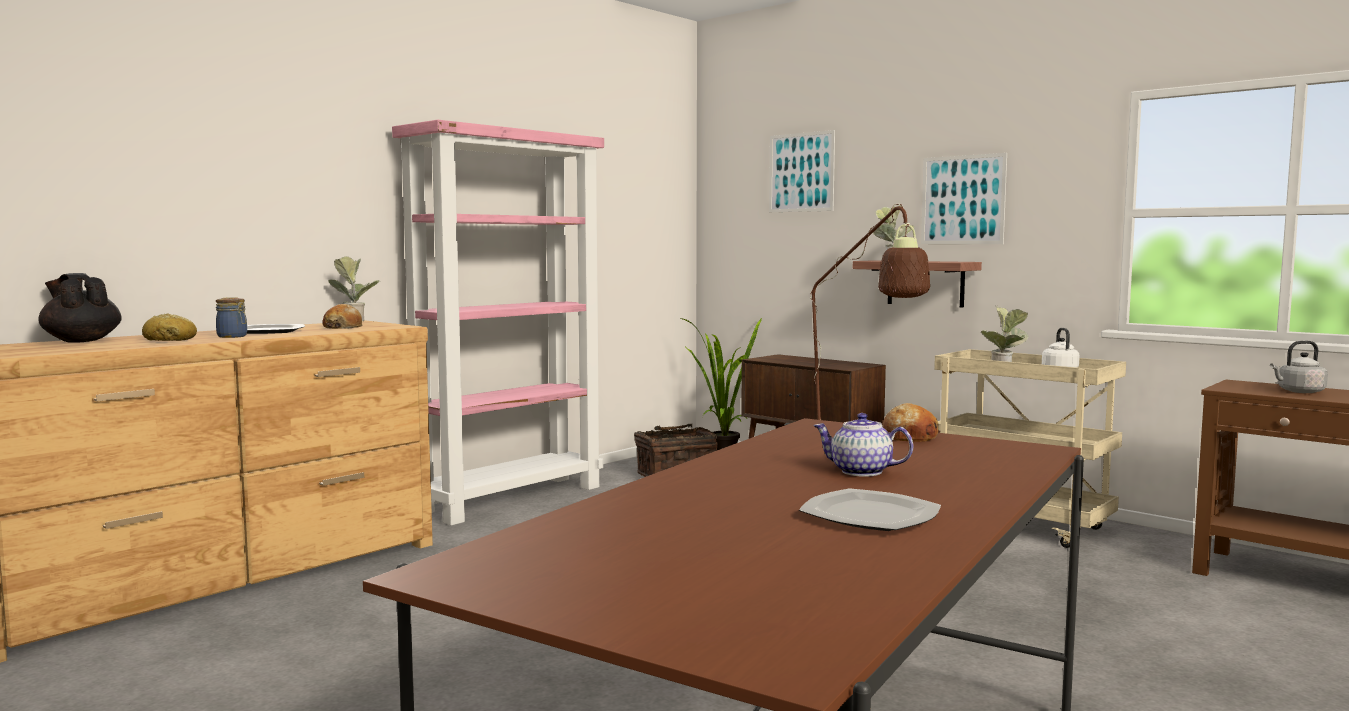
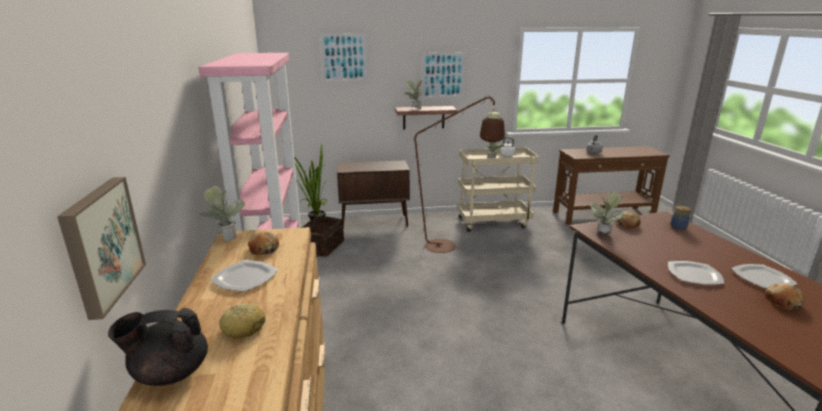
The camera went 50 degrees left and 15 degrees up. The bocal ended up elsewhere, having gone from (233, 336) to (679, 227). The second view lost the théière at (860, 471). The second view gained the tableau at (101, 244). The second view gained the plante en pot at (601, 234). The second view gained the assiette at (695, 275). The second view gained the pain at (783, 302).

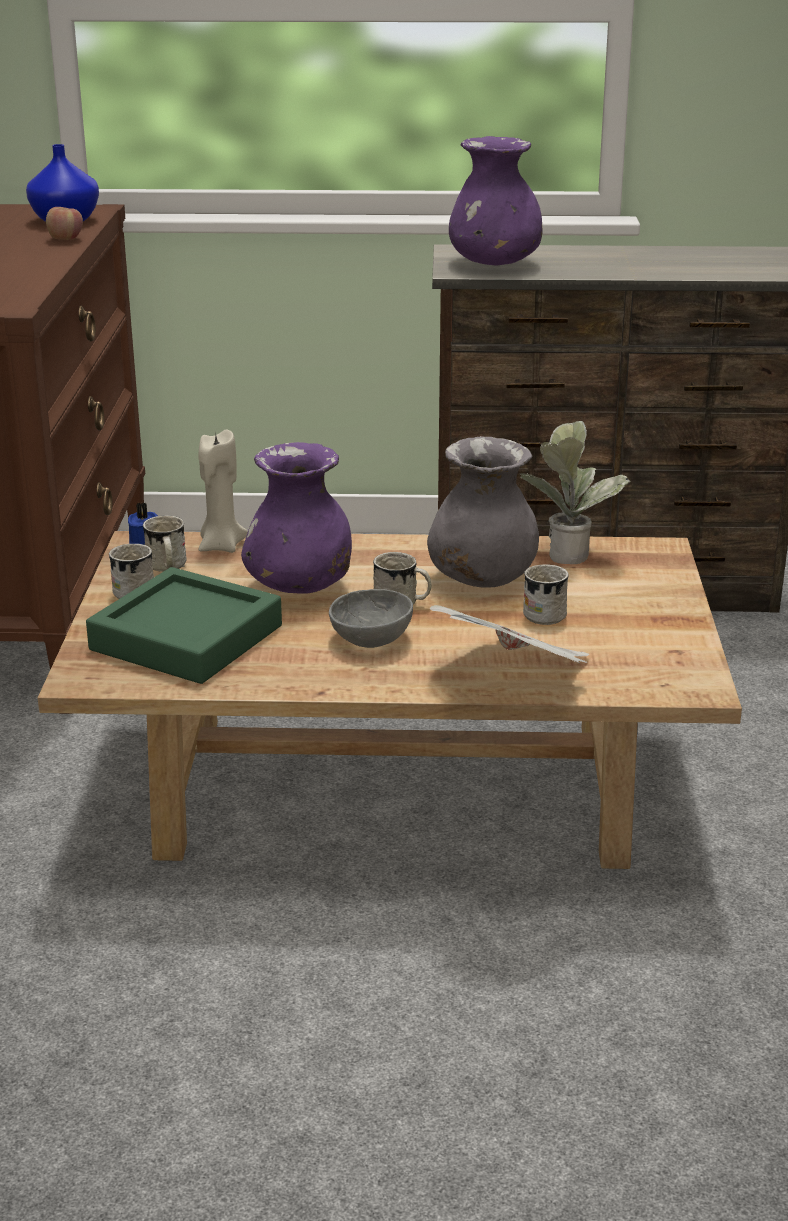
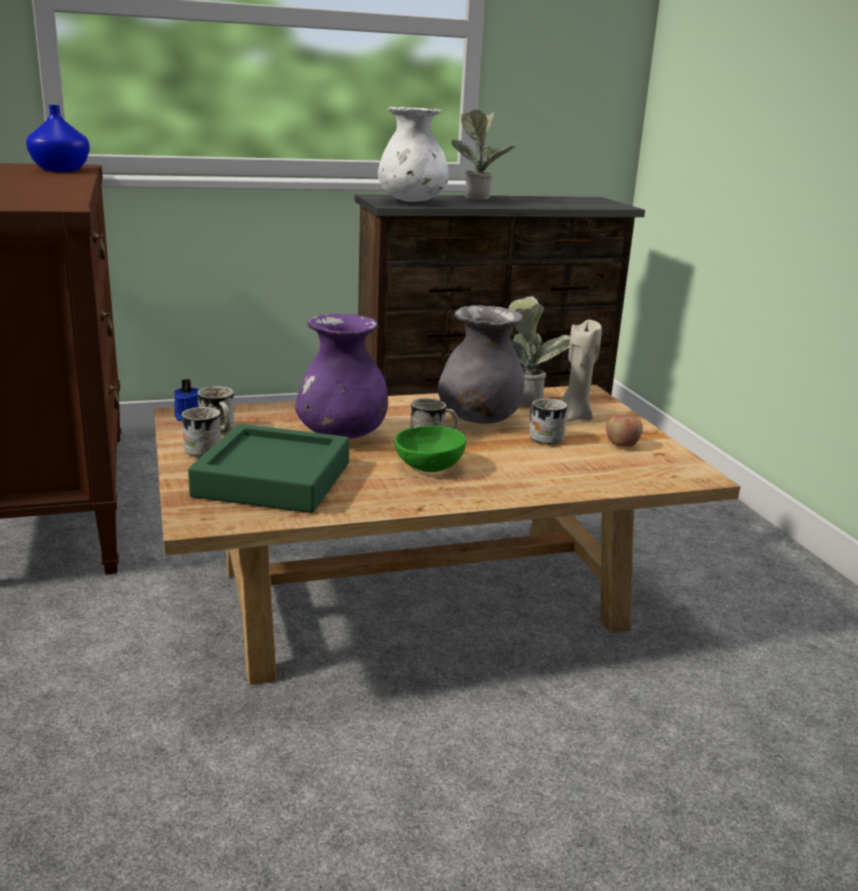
The camera went 20 degrees left and 5 degrees down. What was the vase/violet at (494, 264) turned into the vase/blanc at (412, 202). The pomme ended up elsewhere, having gone from (65, 239) to (622, 445). The bougie/beige ended up elsewhere, having gone from (221, 546) to (574, 416). What was the bol/gris at (369, 639) turned into the bol/vert at (428, 466). The second view lost the journal at (515, 674). The second view gained the plante en pot at (478, 197).

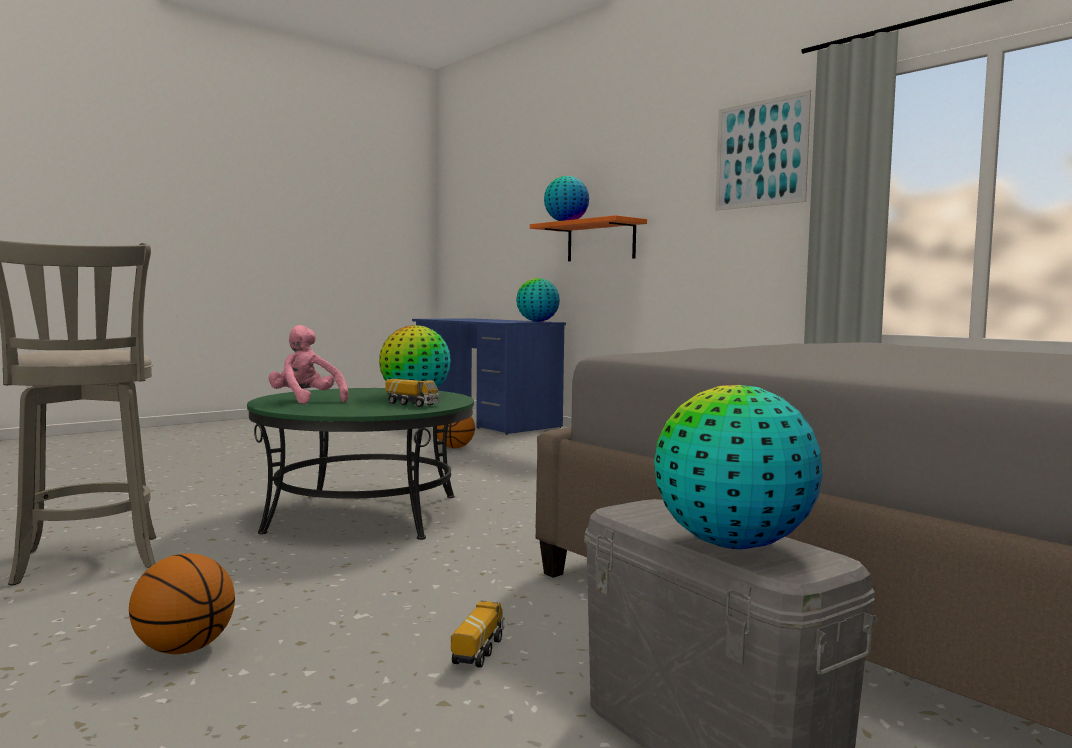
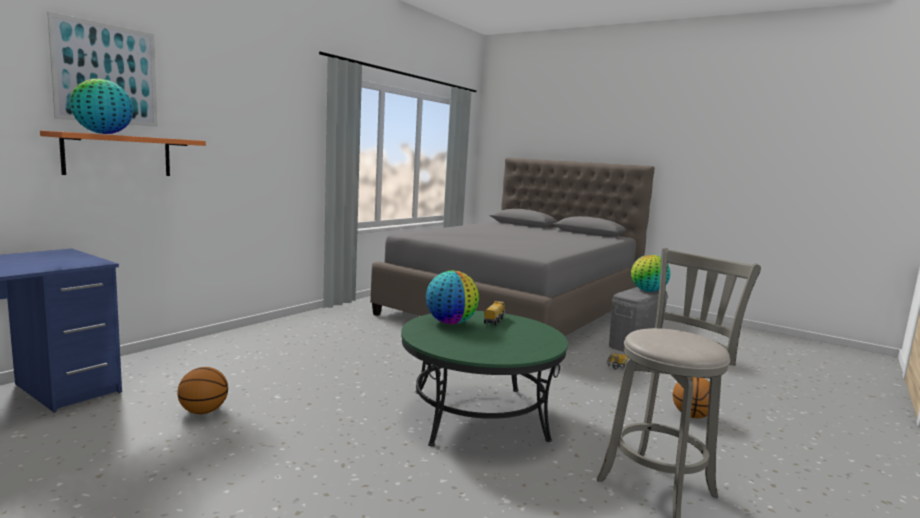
The camera went 105 degrees left and 5 degrees up. The tableau ended up elsewhere, having gone from (761, 153) to (106, 74). The second view lost the globe at (537, 321). The second view lost the peluche/rose at (306, 401).

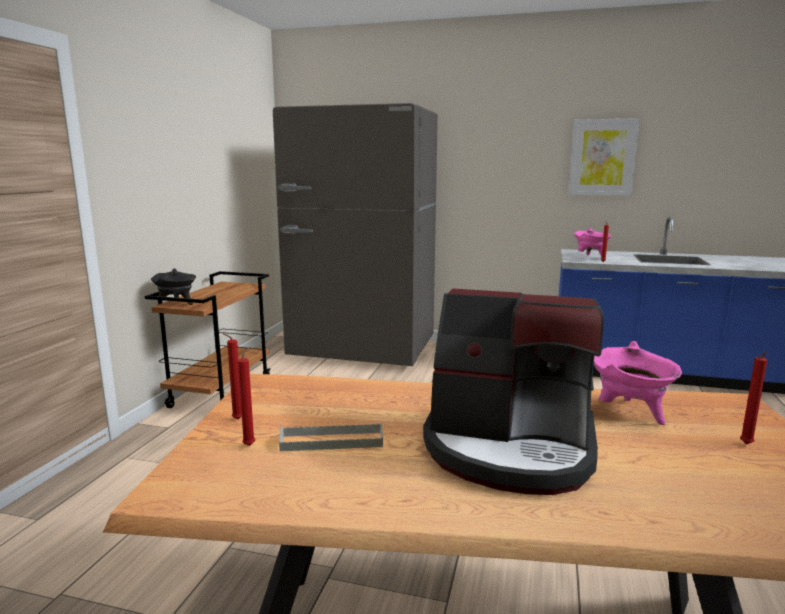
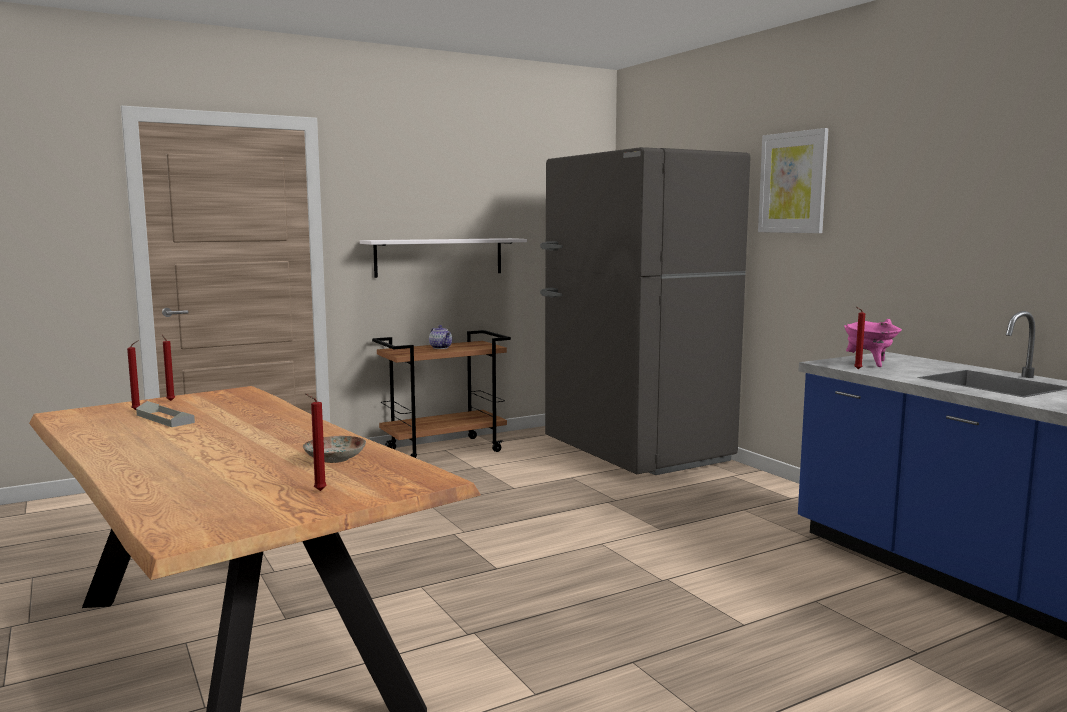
The camera went 45 degrees right and 5 degrees down. The tableau ended up elsewhere, having gone from (602, 157) to (793, 182). The second view lost the marmite/noir at (177, 304). The second view lost the machine à café at (510, 448). Where the marmite/rose stood at (630, 413), the assiette came to stand at (335, 458). The second view gained the étagère/blanc at (439, 257). The second view gained the théière at (441, 347).

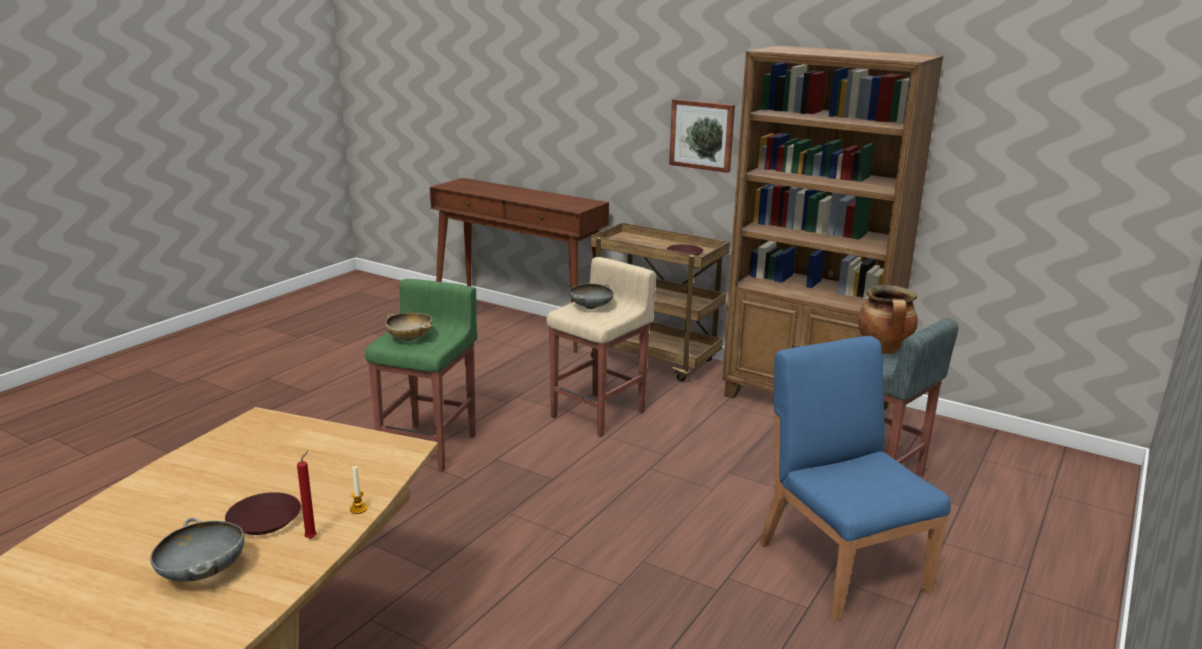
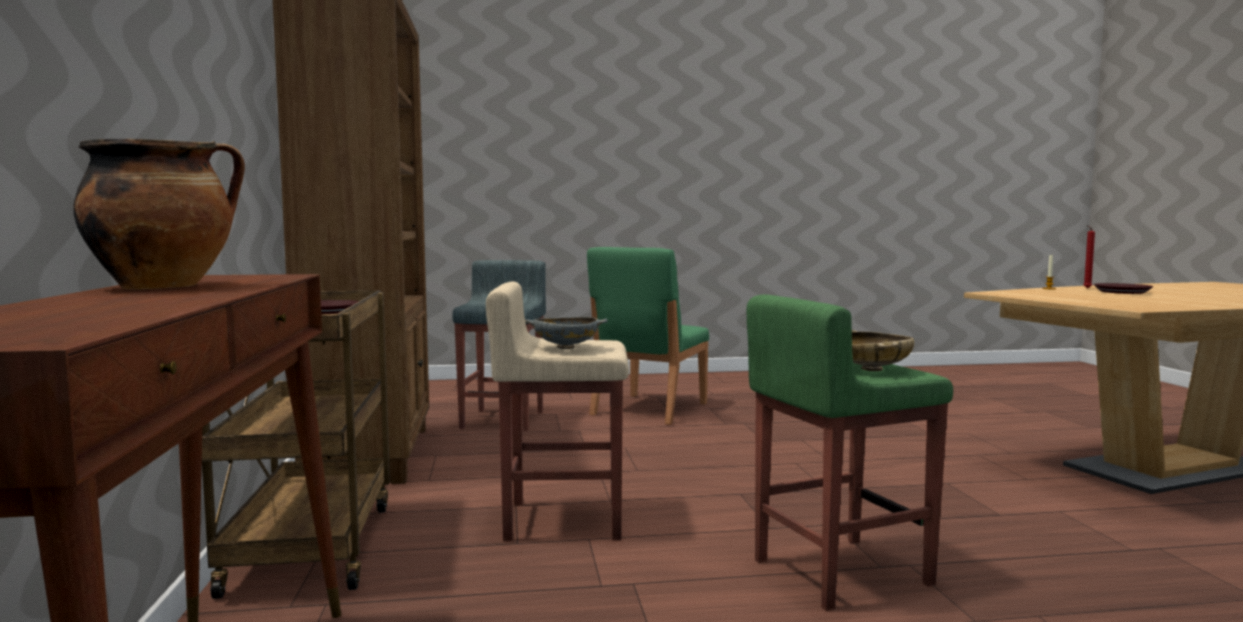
The camera went 130 degrees left and 15 degrees down. The second view lost the tableau at (702, 135). The marmite ended up elsewhere, having gone from (884, 349) to (165, 286). What was the chaise/bleu at (842, 564) turned into the chaise/vert at (648, 409). The second view lost the bol/gris at (202, 573).

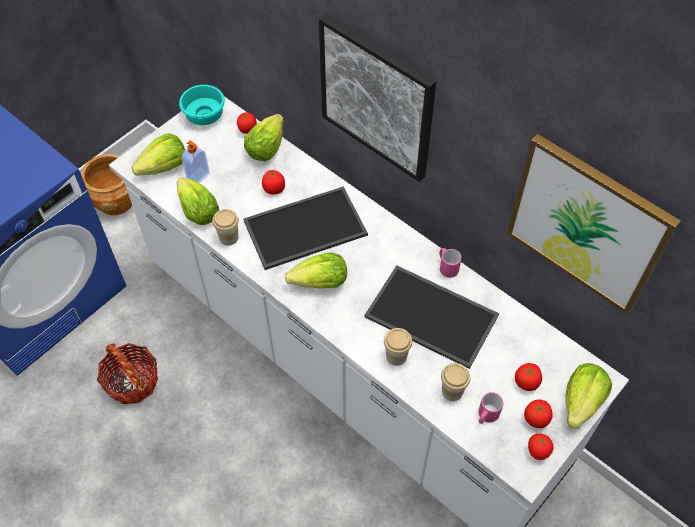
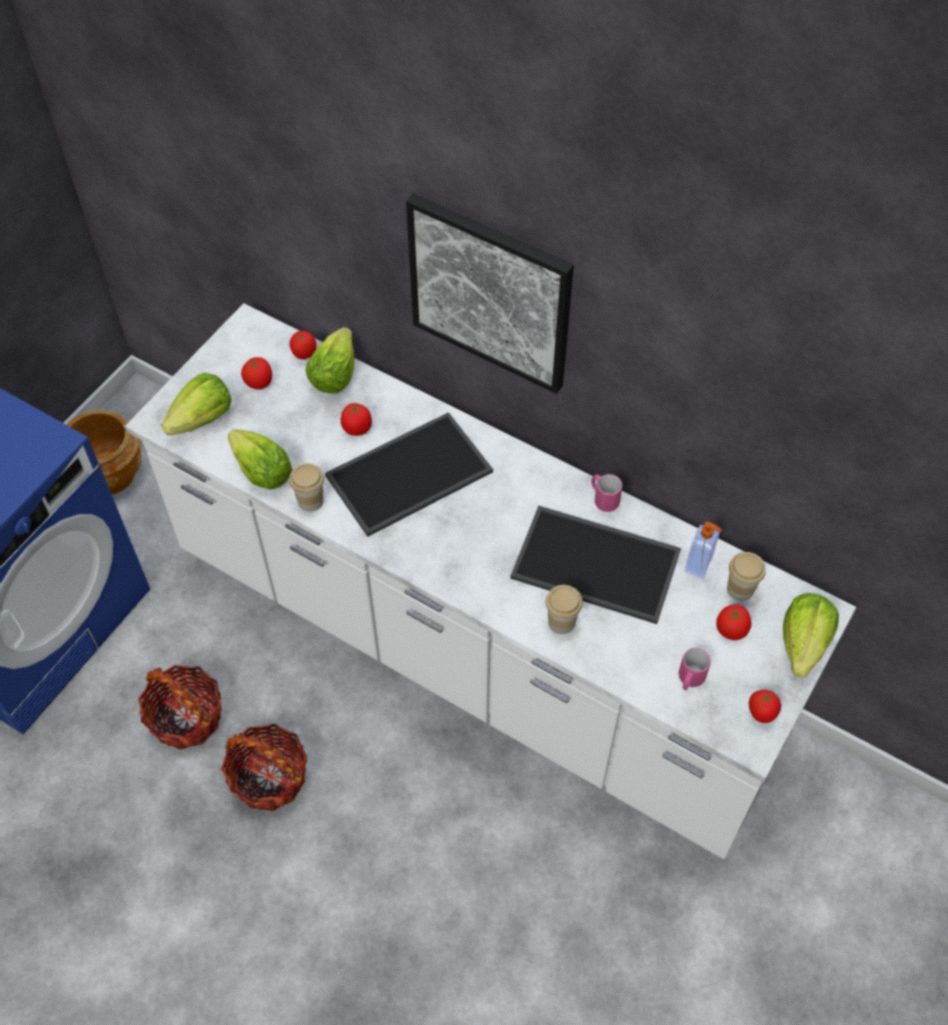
The camera went 10 degrees left and 0 degrees up. The second view lost the bol/turquoise at (206, 115). The second view lost the tableau at (587, 224). The distributeur de savon ended up elsewhere, having gone from (198, 176) to (699, 565). The second view lost the laitue at (320, 283). The tasse ended up elsewhere, having gone from (452, 391) to (740, 589). The tomate ended up elsewhere, having gone from (536, 419) to (259, 382). The second view gained the panier at (269, 777).

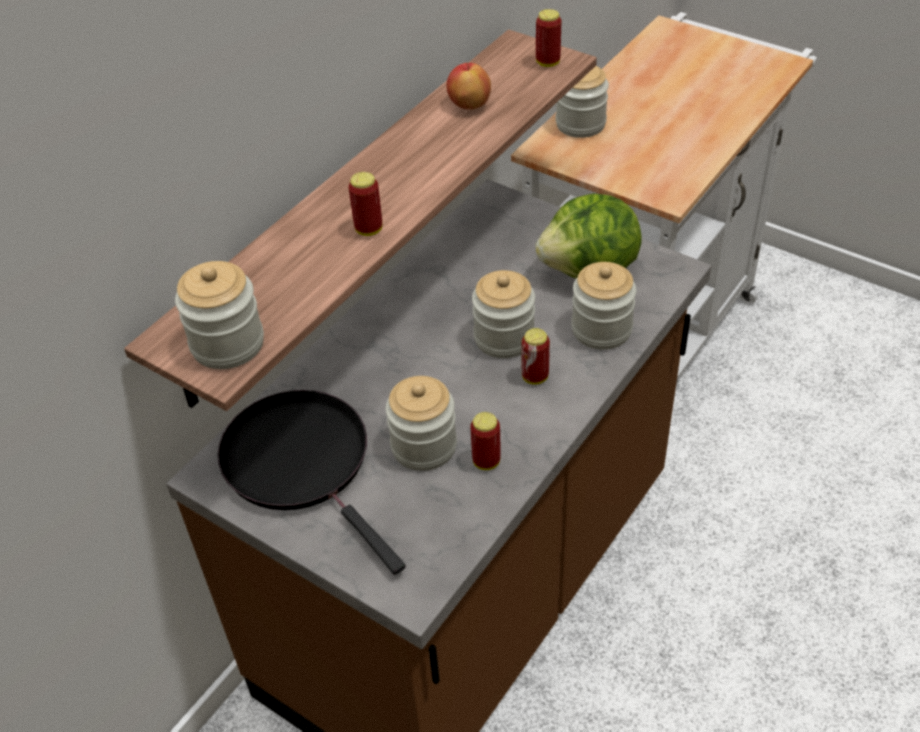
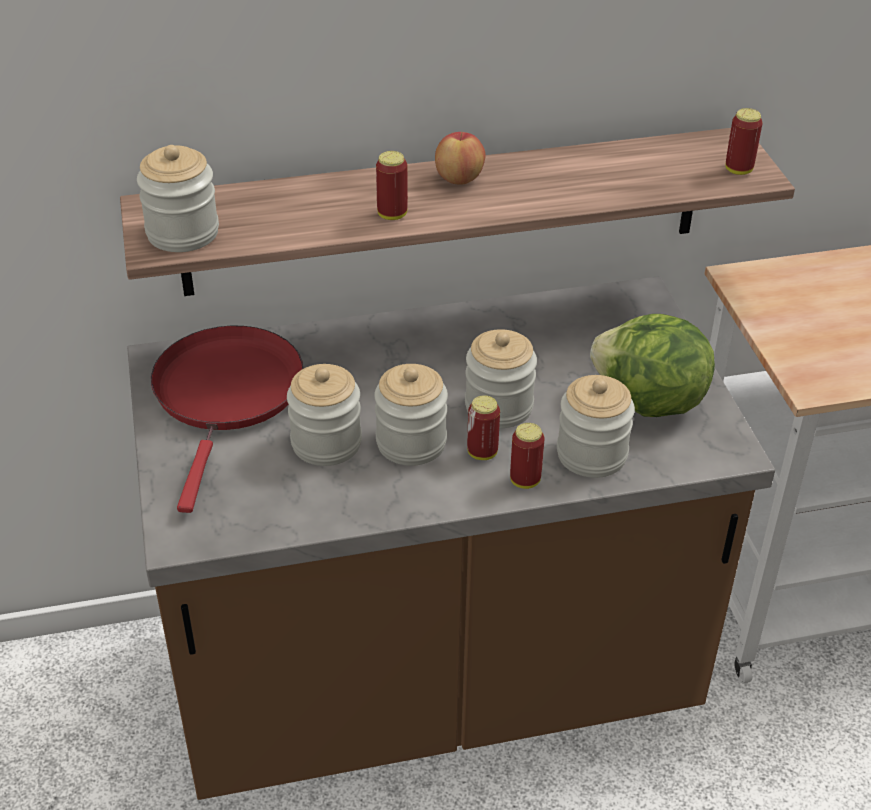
The camera went 40 degrees right and 5 degrees down. The pomme ended up elsewhere, having gone from (469, 104) to (459, 179). The bocal ended up elsewhere, having gone from (580, 124) to (411, 443). What was the poêle/noir at (302, 464) turned into the poêle/rouge at (227, 395). The boîte métallique ended up elsewhere, having gone from (486, 461) to (525, 480).

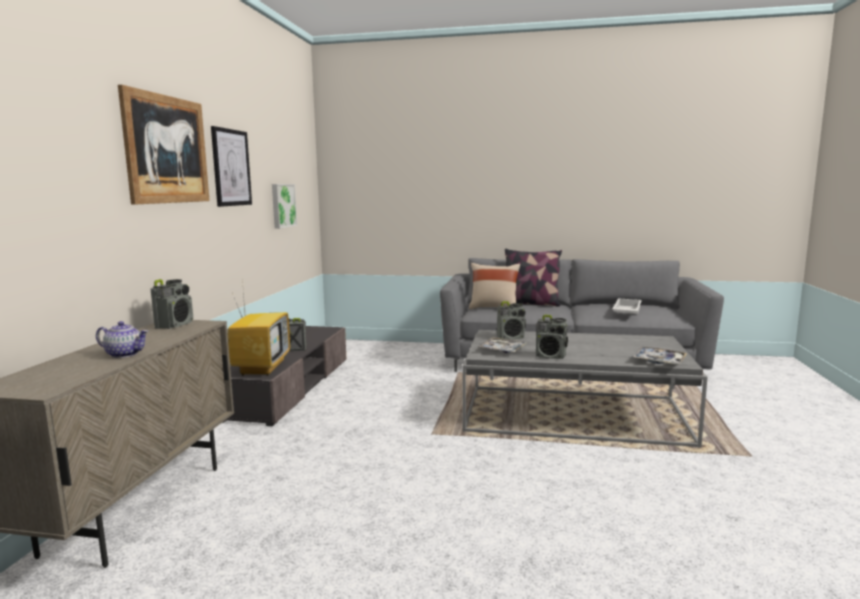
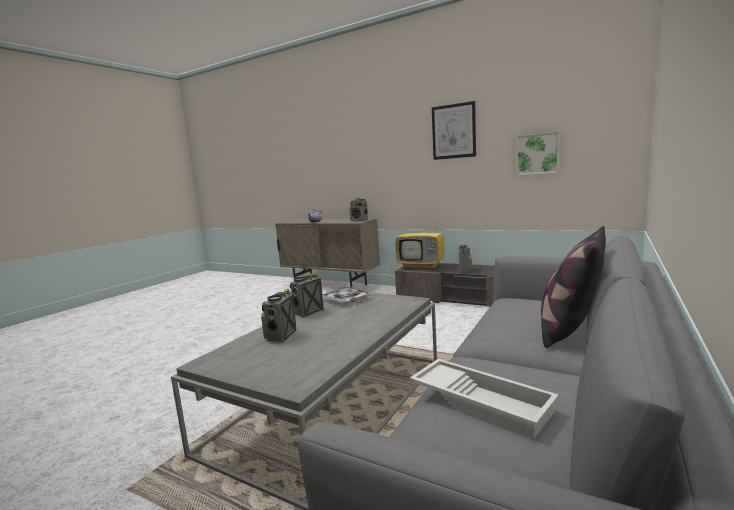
The camera went 110 degrees right and 0 degrees up. The second view lost the tableau at (167, 150). The second view lost the coussin/beige at (493, 308). The radio ended up elsewhere, having gone from (511, 338) to (280, 336). The second view lost the plateau at (659, 361).

